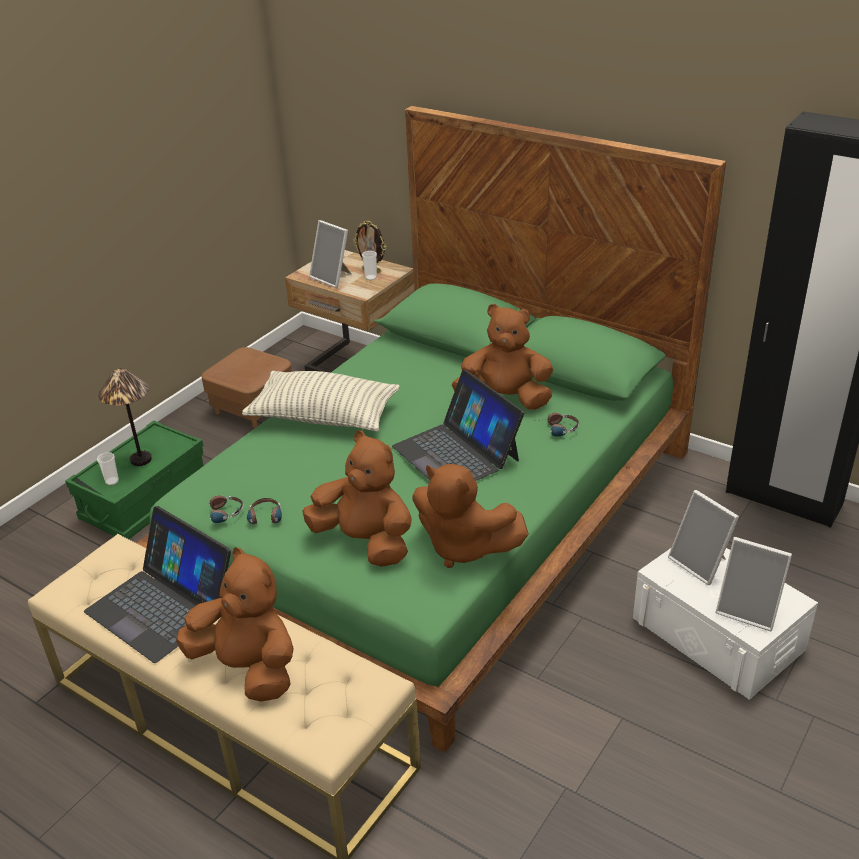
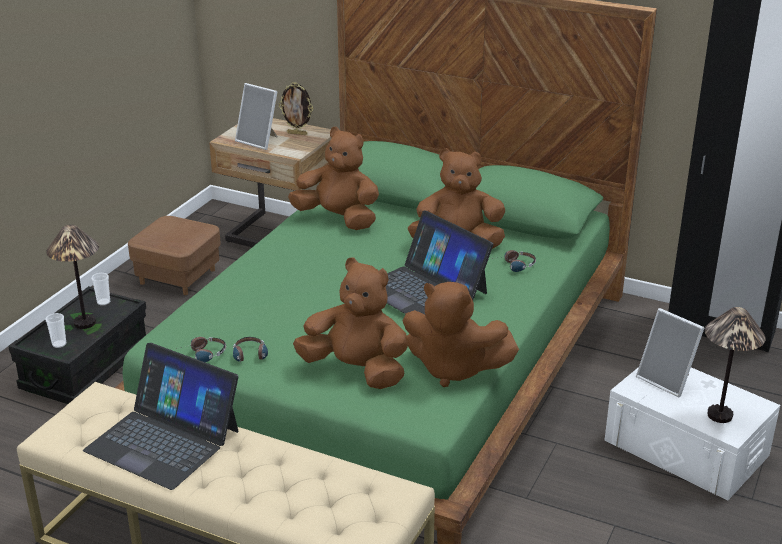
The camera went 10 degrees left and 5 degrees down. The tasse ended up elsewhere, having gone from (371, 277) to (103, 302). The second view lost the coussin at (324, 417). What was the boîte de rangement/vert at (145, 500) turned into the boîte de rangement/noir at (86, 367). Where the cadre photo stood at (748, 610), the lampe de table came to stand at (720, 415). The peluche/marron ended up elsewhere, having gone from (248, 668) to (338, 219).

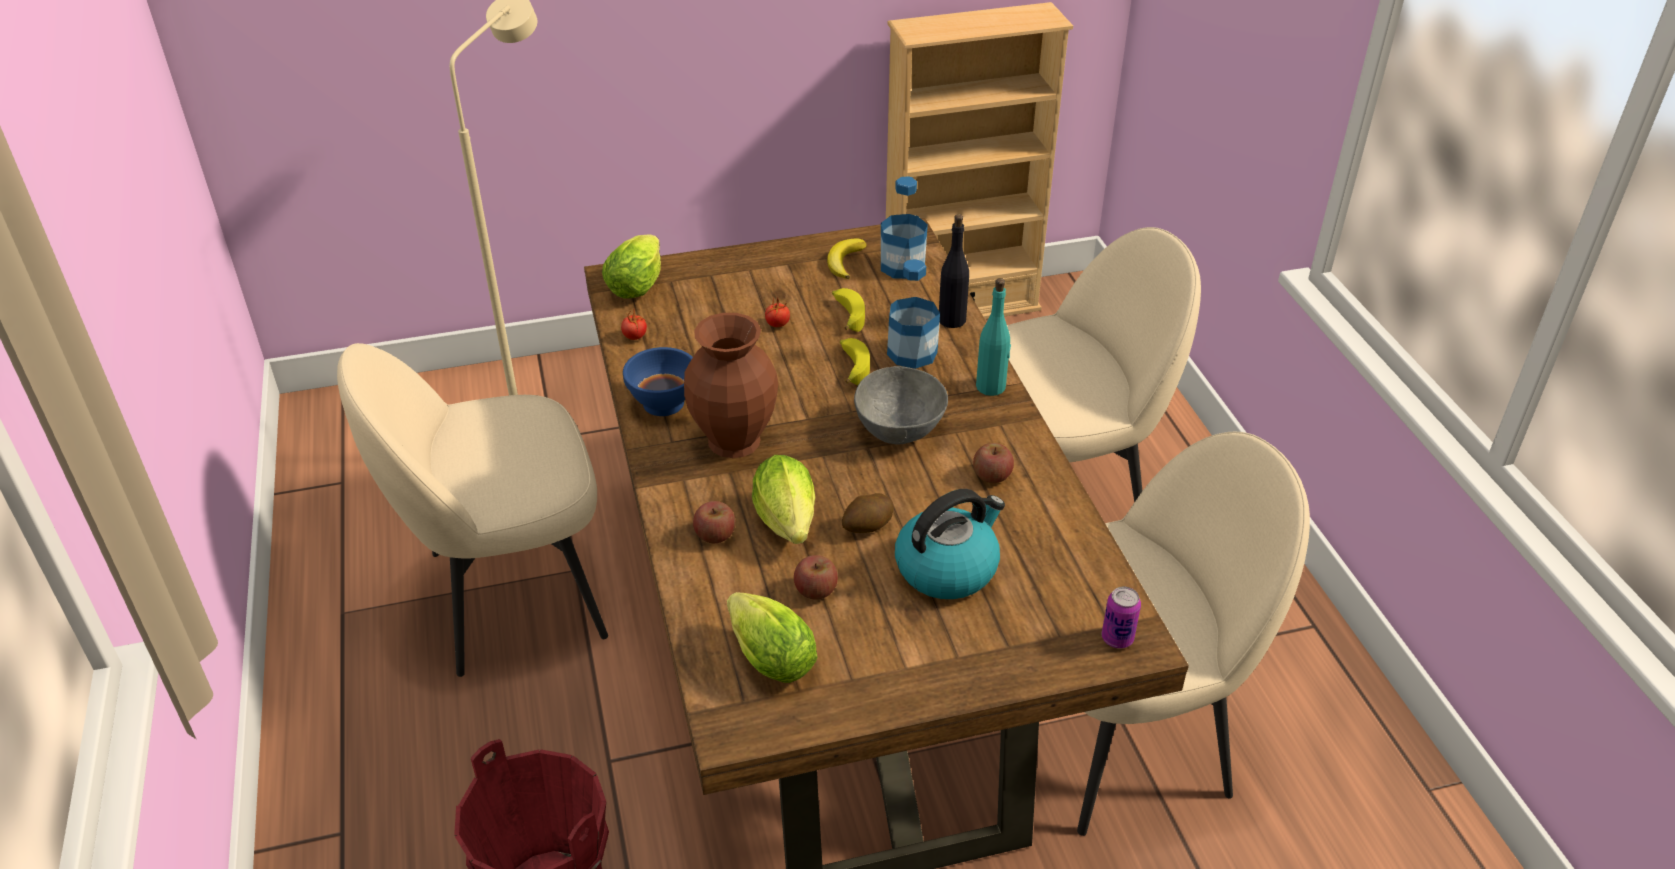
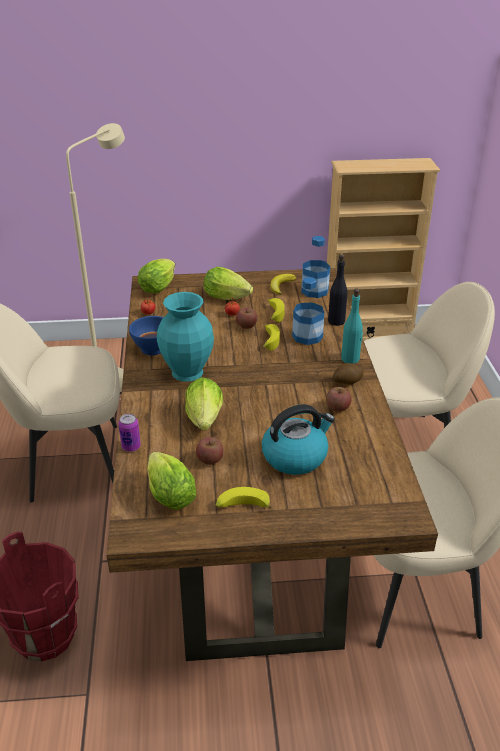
The camera went 10 degrees right and 5 degrees down. What was the vase/marron at (736, 440) turned into the vase/turquoise at (188, 372). The second view lost the bol/gris at (900, 428). The pomme de terre ended up elsewhere, having gone from (867, 526) to (347, 382). The pomme ended up elsewhere, having gone from (715, 535) to (246, 326). The boîte métallique ended up elsewhere, having gone from (1117, 638) to (131, 447). The second view gained the laitue at (229, 298). The second view gained the banane at (242, 506).

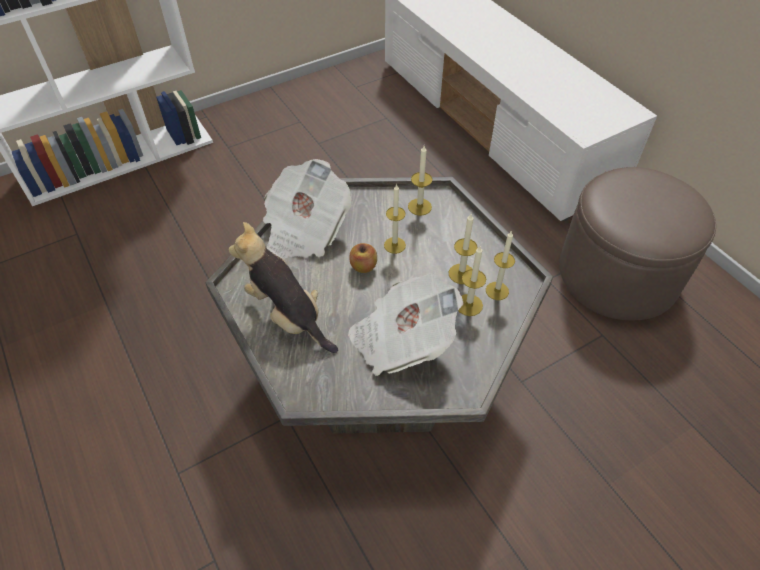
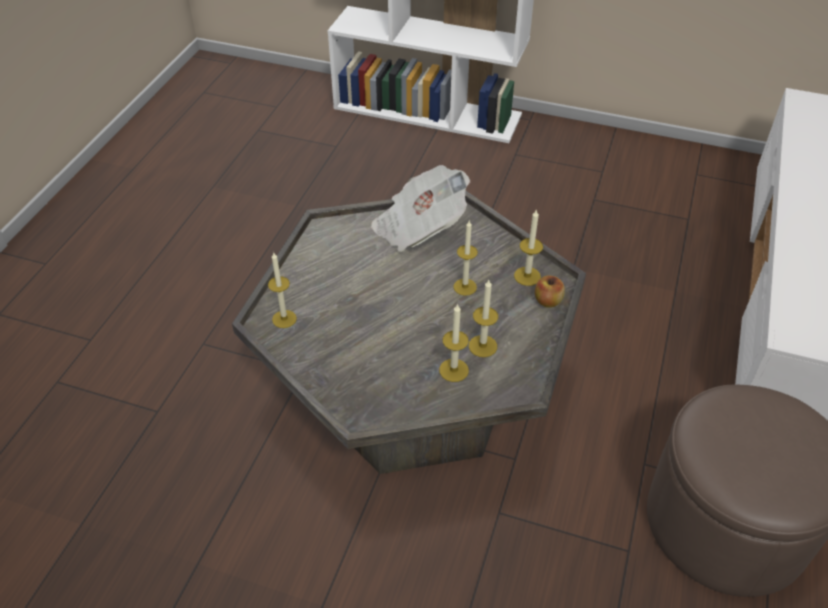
The camera went 50 degrees right and 5 degrees down. The second view lost the peluche at (288, 315). The bougie ended up elsewhere, having gone from (497, 291) to (284, 319). The pomme ended up elsewhere, having gone from (363, 266) to (548, 301). The second view lost the journal at (402, 340).

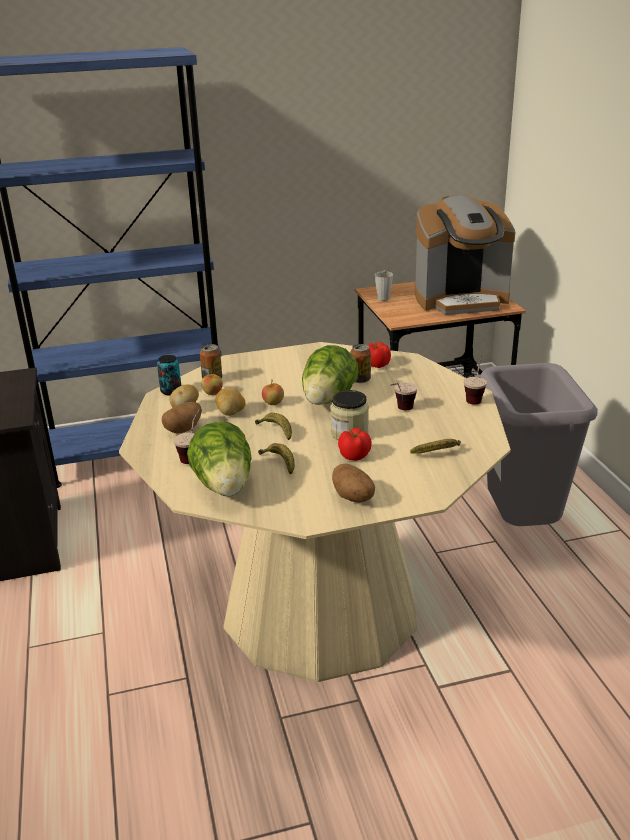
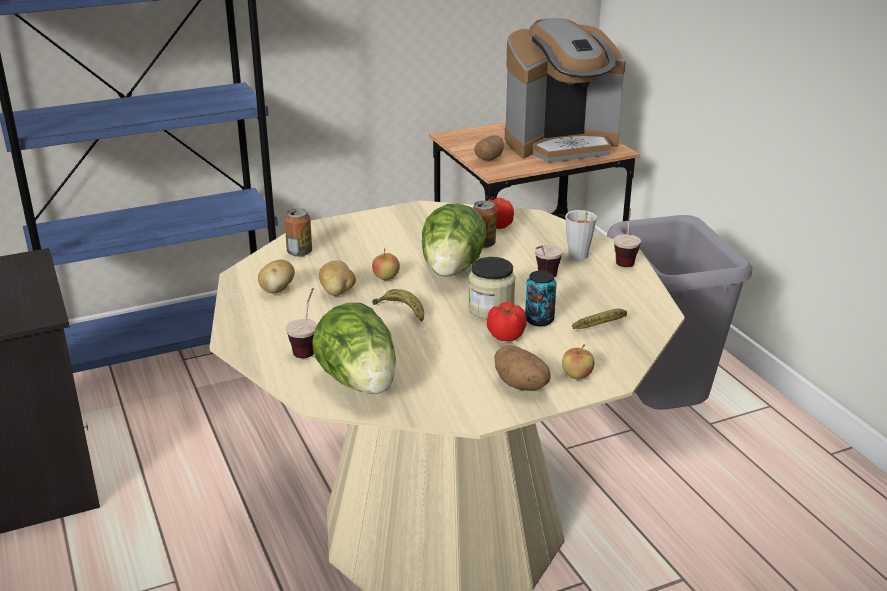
The camera went 10 degrees left and 0 degrees up. The tasse/gris ended up elsewhere, having gone from (382, 299) to (577, 257). The boîte métallique ended up elsewhere, having gone from (171, 391) to (539, 320). The pomme ended up elsewhere, having gone from (212, 393) to (577, 376). The pomme de terre ended up elsewhere, having gone from (184, 429) to (489, 158). The second view lost the banane at (279, 463).

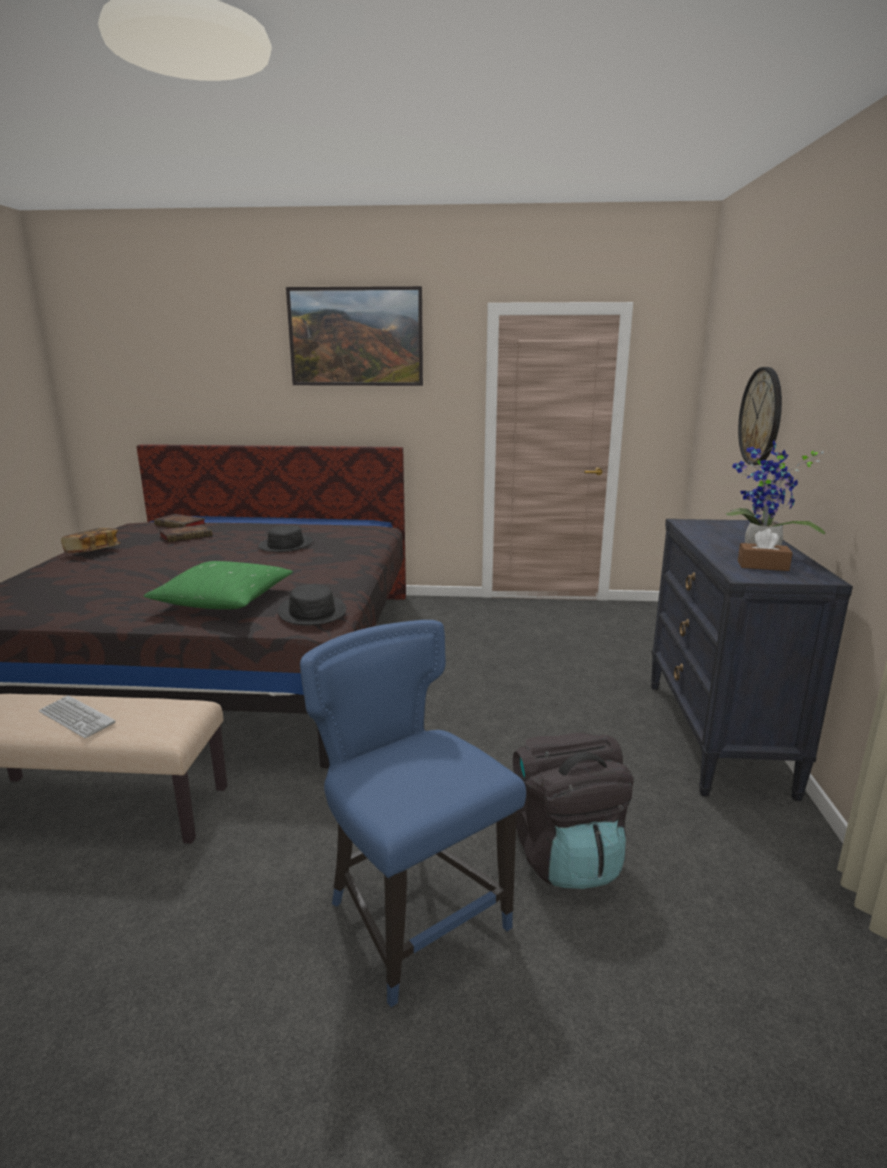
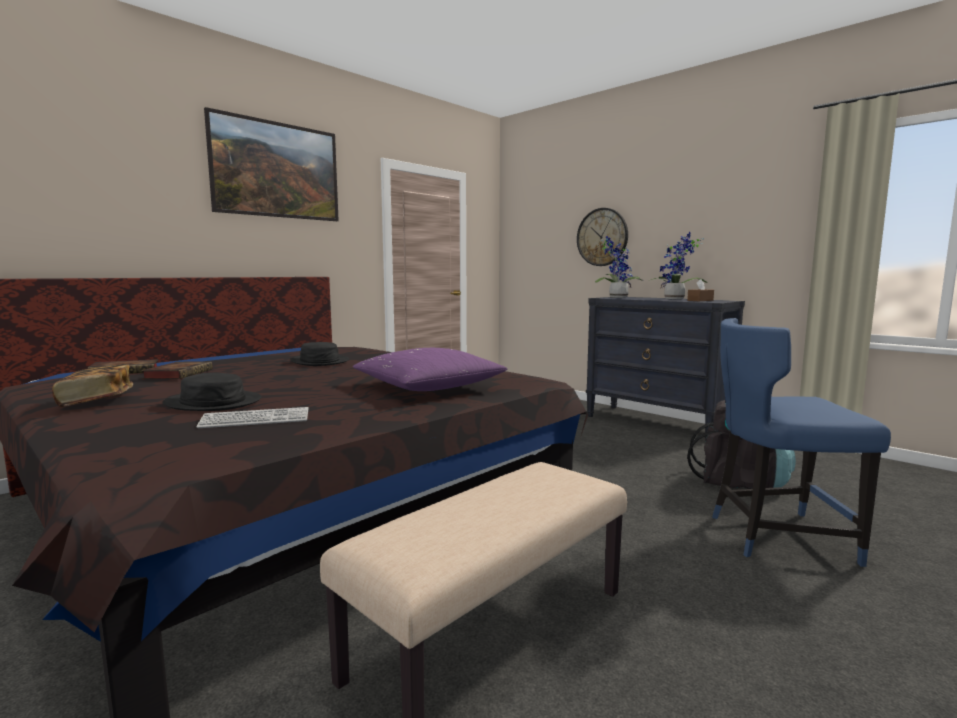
The camera went 50 degrees left and 10 degrees down. What was the coussin/vert at (224, 600) turned into the coussin/violet at (428, 387). The chapeau/noir ended up elsewhere, having gone from (312, 612) to (213, 402). The clavier ended up elsewhere, having gone from (76, 718) to (255, 420). The second view gained the plante en pot at (616, 297).

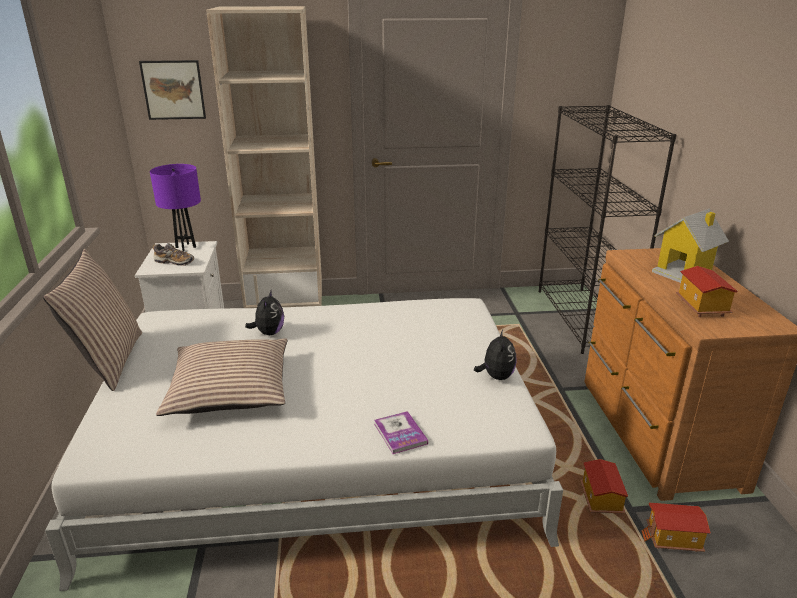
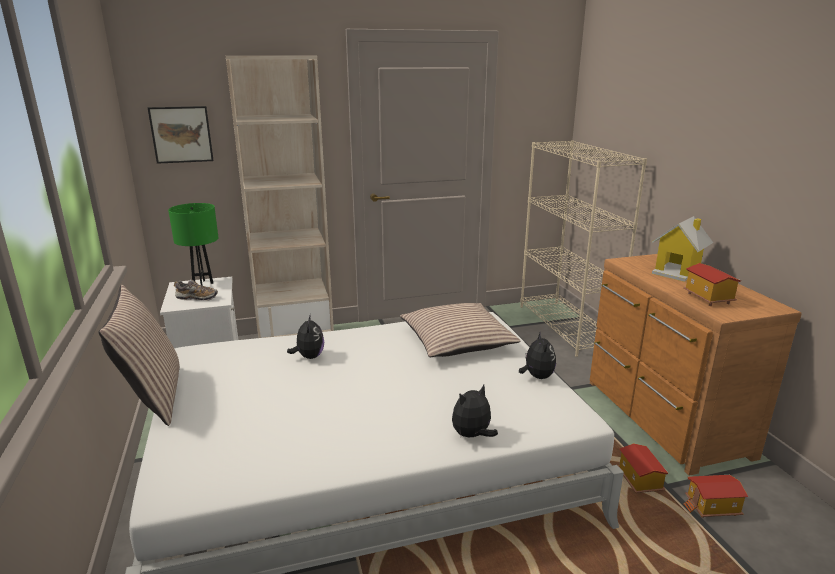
The camera went 10 degrees left and 5 degrees down. What was the bibliothèque/noir at (582, 319) turned into the bibliothèque/beige at (566, 327). What was the lampe de table/violet at (185, 247) turned into the lampe de table/vert at (202, 284). The coussin ended up elsewhere, having gone from (229, 389) to (456, 341). Where the livre stood at (400, 433), the peluche came to stand at (472, 436).

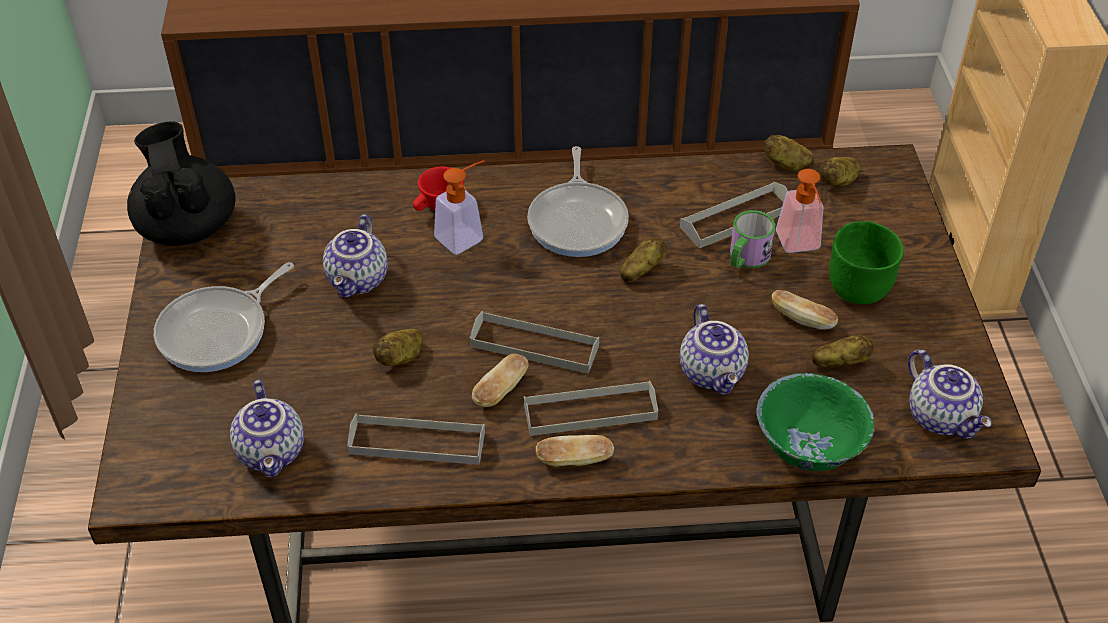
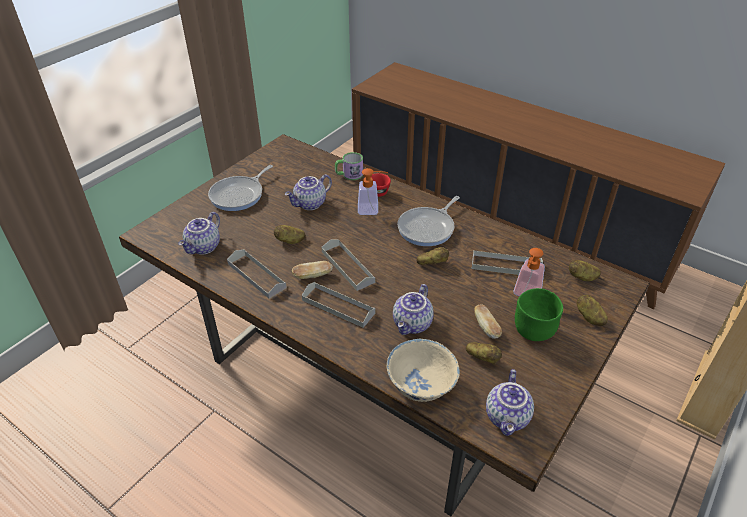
The camera went 40 degrees right and 5 degrees down. The second view lost the théière/noir at (187, 226). The pomme de terre ended up elsewhere, having gone from (786, 164) to (589, 317). The mug ended up elsewhere, having gone from (746, 258) to (349, 175). The poêle at (219, 331) ended up facing another way, 45 degrees counterclockwise from before. What was the bol/vert at (808, 444) turned into the bol/beige at (420, 384). The second view lost the pain at (574, 460).

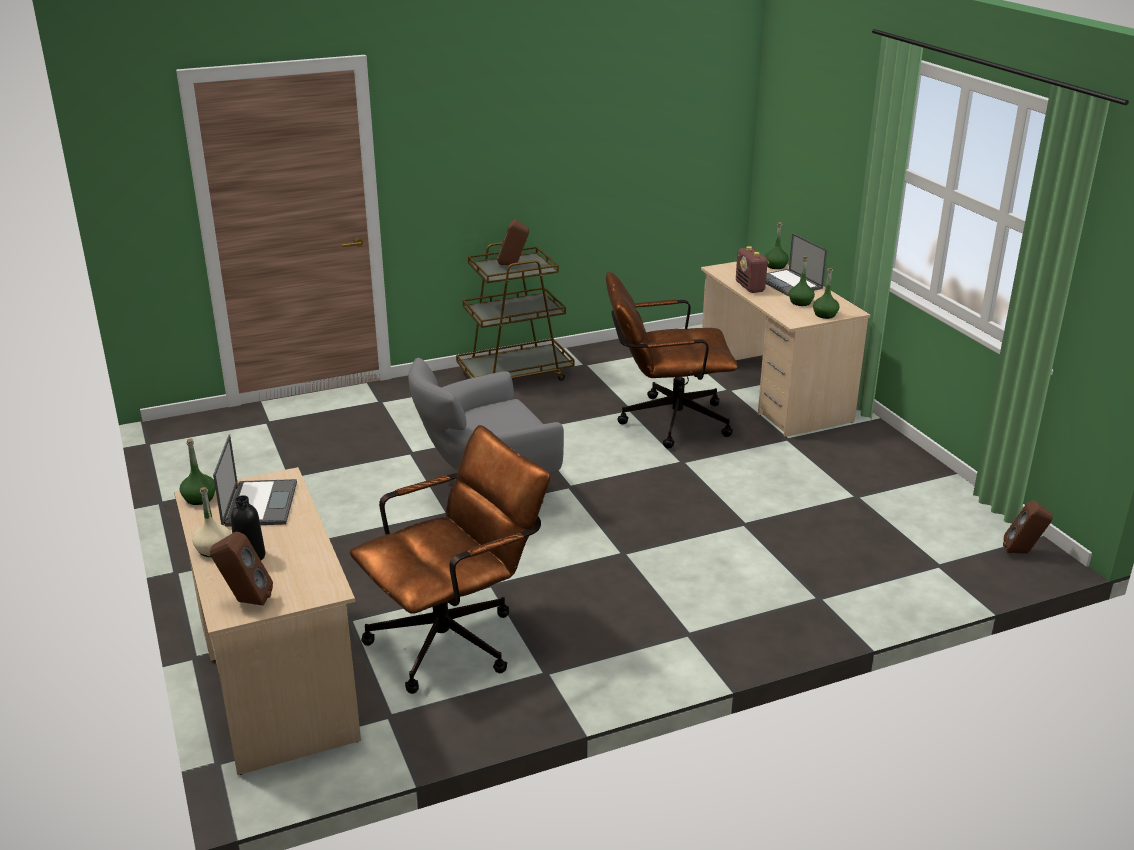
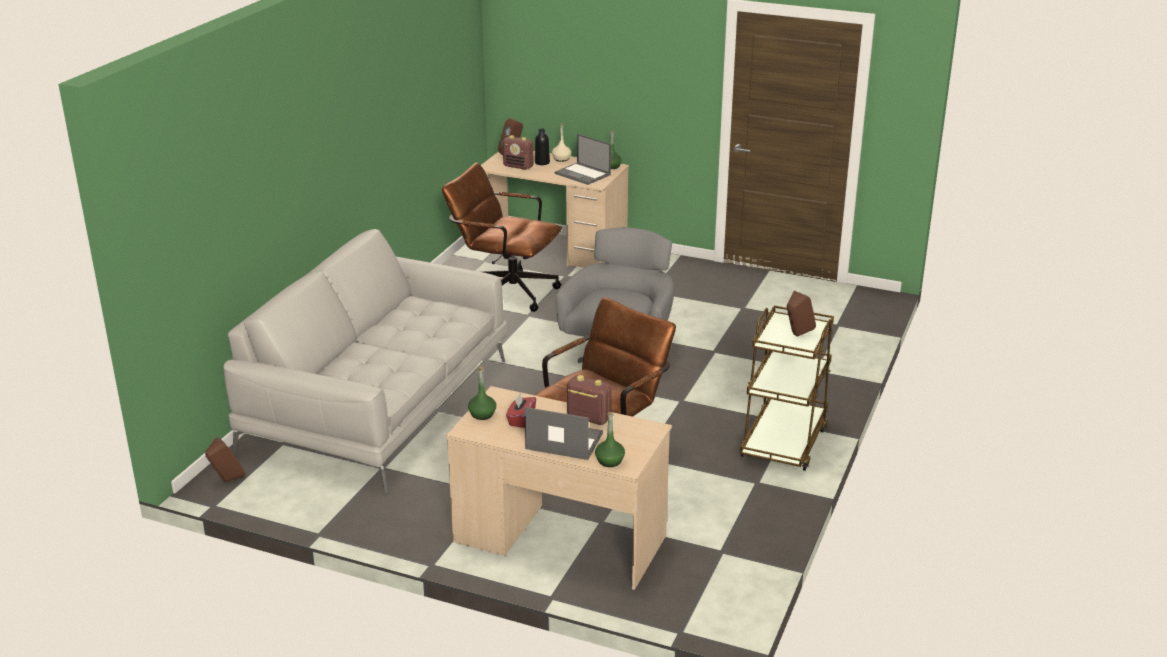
The camera went 135 degrees right and 0 degrees up. Where the bouteille/vert stood at (800, 302), the boîte à mouchoirs/rouge came to stand at (521, 420). The chaise de bureau/marron at (456, 638) ended up facing another way, 105 degrees clockwise from before. The second view gained the radio at (519, 166). The second view gained the canapé/gris at (379, 404).

